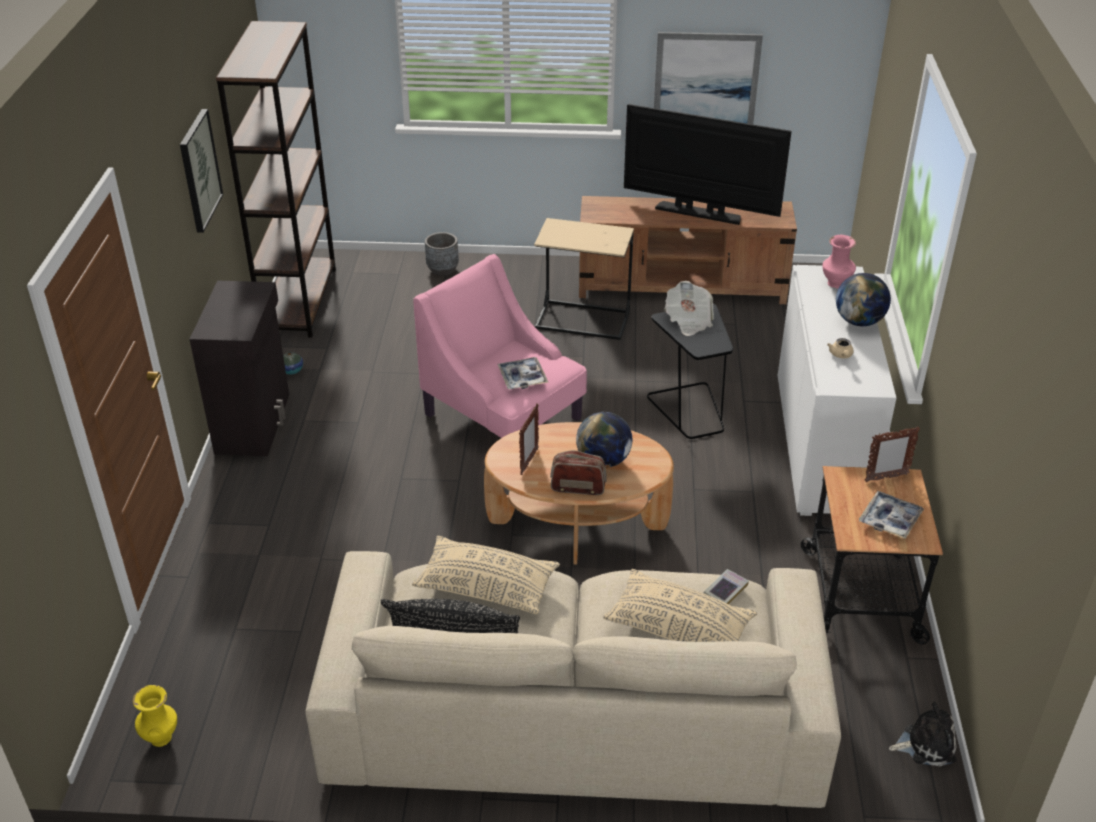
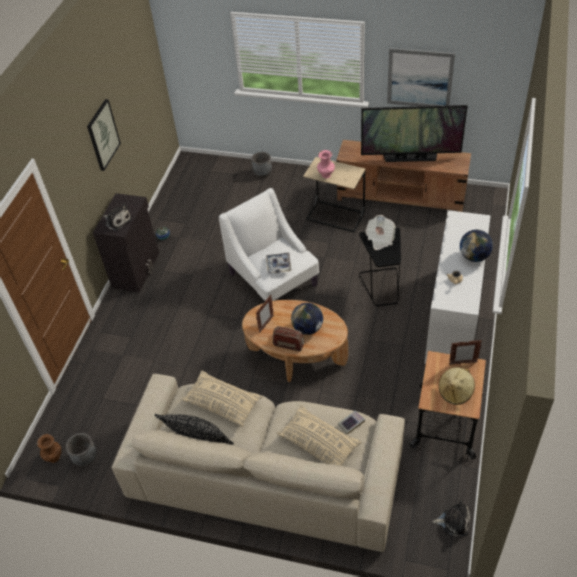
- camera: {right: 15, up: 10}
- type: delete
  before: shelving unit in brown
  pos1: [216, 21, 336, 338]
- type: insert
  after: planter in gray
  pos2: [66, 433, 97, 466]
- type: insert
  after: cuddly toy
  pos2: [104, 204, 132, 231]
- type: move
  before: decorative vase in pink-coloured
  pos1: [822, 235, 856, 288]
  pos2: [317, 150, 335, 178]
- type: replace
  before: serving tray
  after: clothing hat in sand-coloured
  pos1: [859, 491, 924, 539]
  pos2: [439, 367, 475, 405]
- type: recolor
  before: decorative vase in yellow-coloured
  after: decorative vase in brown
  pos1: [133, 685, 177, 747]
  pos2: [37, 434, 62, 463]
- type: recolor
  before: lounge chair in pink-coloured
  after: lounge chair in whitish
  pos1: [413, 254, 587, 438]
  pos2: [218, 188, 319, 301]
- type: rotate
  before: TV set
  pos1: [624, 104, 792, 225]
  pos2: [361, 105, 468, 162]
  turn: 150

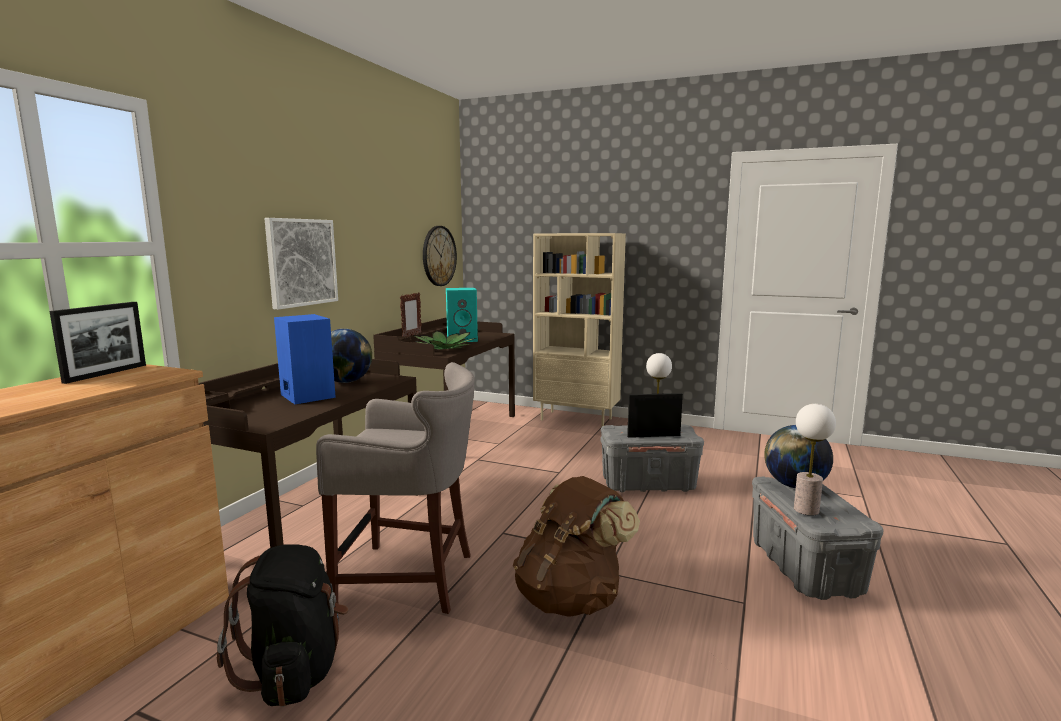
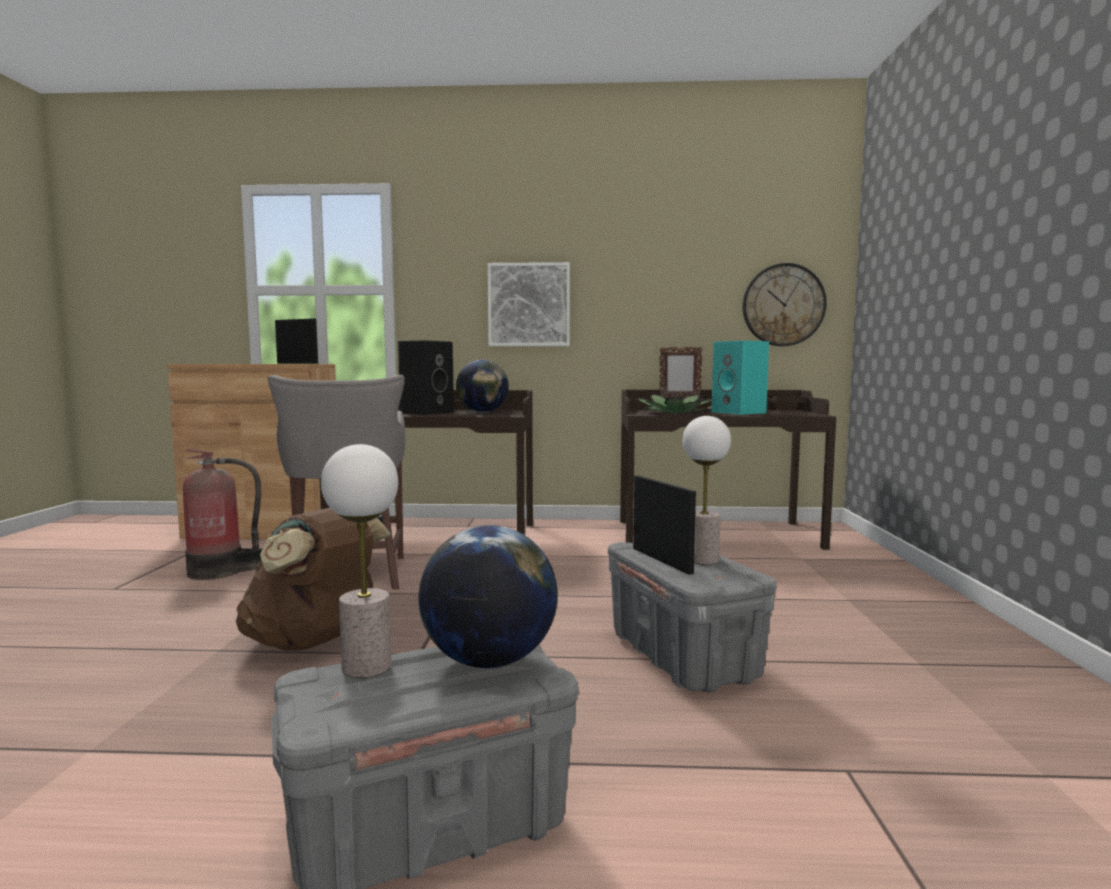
- camera: {right: 70, up: -5}
- type: delete
  before: shelving unit in sand-coloured
  pos1: [533, 233, 626, 428]
- type: replace
  before: backpack in black
  after: extinguisher
  pos1: [217, 544, 349, 707]
  pos2: [183, 449, 262, 580]
- type: recolor
  before: loudspeaker in blue
  after: loudspeaker in black
  pos1: [274, 314, 336, 404]
  pos2: [398, 340, 454, 415]
- type: rotate
  before: picture frame
  pos1: [49, 302, 146, 384]
  pos2: [275, 318, 318, 364]
  turn: -150

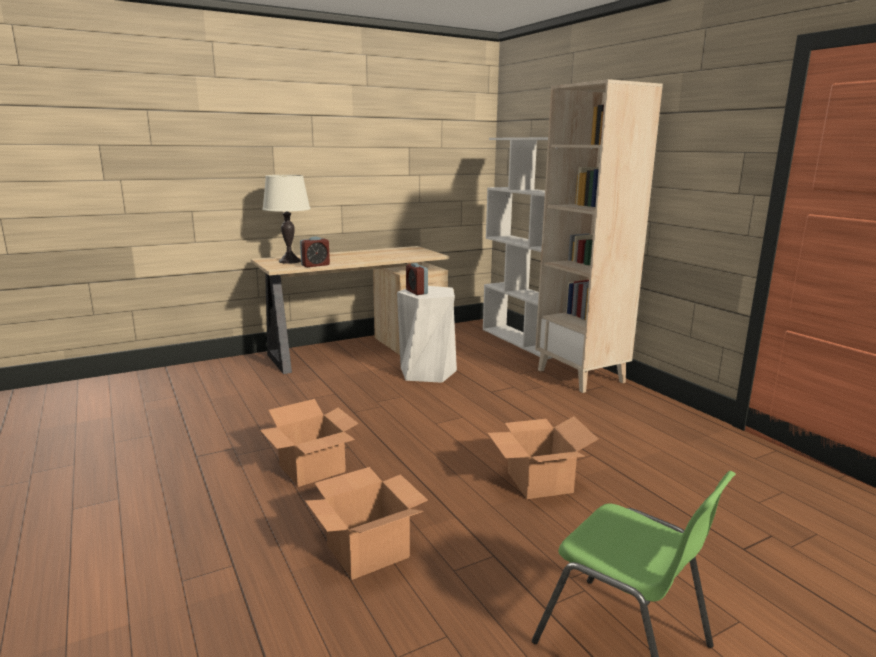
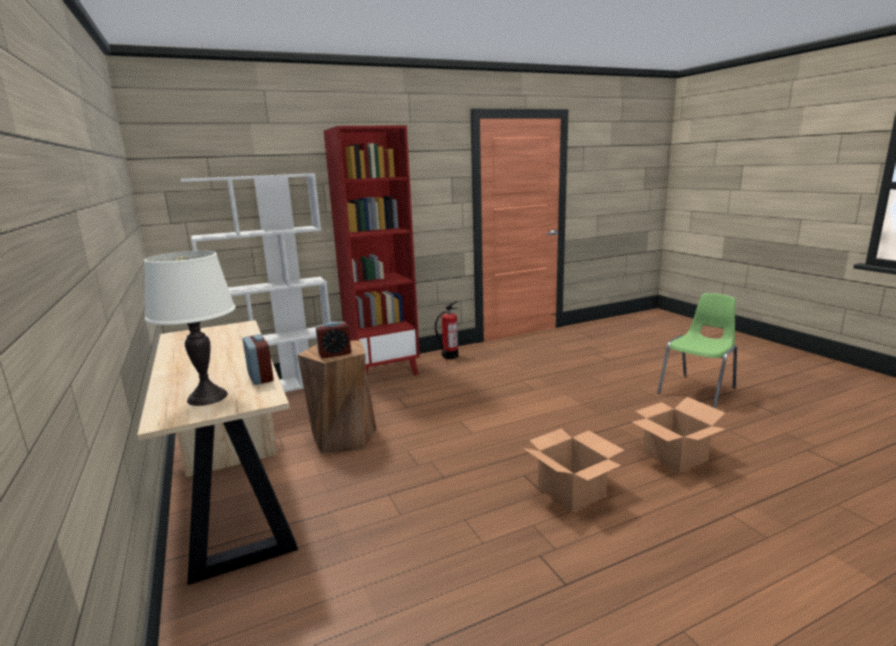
- camera: {right: -85, up: 0}
- type: delete
  before: carton
  pos1: [488, 416, 598, 499]
- type: insert
  after: extinguisher
  pos2: [435, 301, 459, 359]
- type: recolor
  before: sitting stool in whitish
  after: sitting stool in brown
  pos1: [397, 286, 457, 383]
  pos2: [298, 340, 377, 454]
- type: recolor
  before: shelving unit in sand-coloured
  after: shelving unit in red
  pos1: [535, 79, 663, 393]
  pos2: [324, 125, 420, 375]

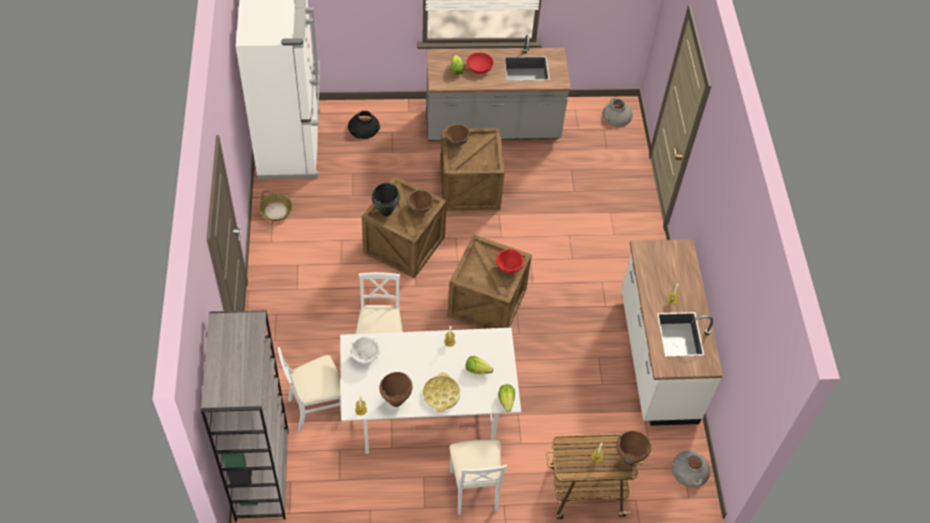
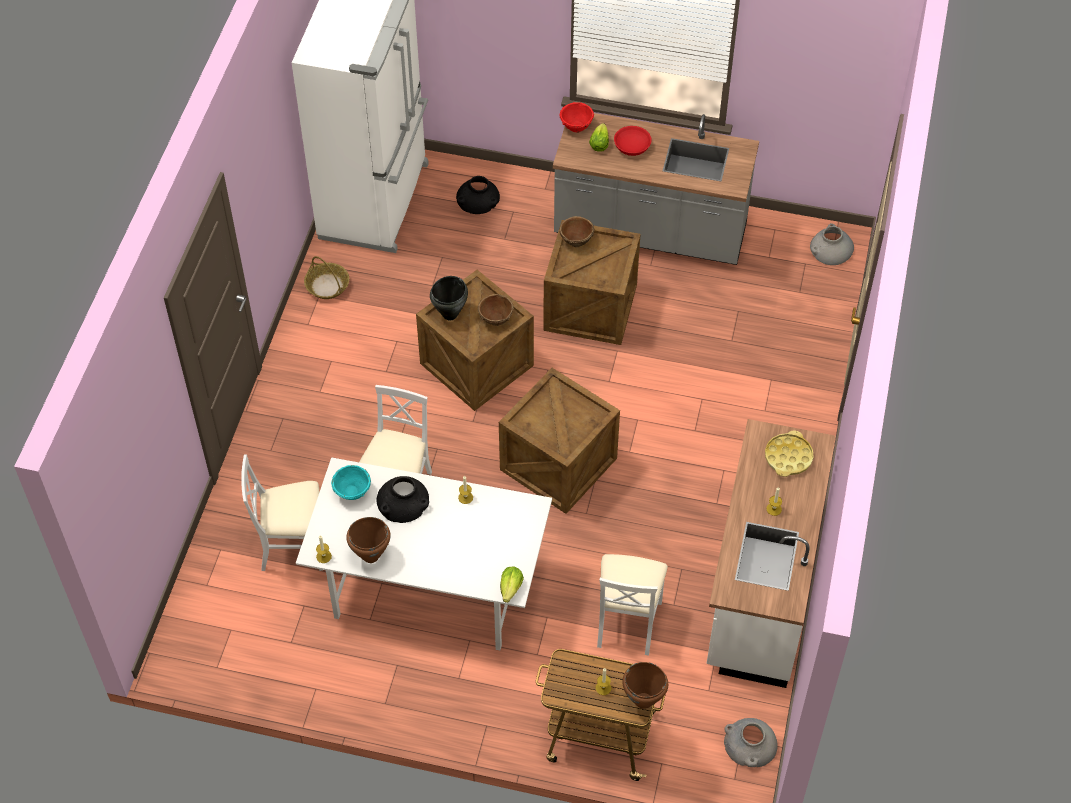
- camera: {right: 20, up: 0}
- type: delete
  before: shelving unit in gray
  pos1: [201, 310, 289, 522]
- type: delete
  before: lettuce head
  pos1: [466, 356, 493, 374]
- type: insert
  after: decorative vase in black
  pos2: [377, 476, 429, 523]
- type: move
  before: serving tray in yellow-coloured
  pos1: [423, 373, 460, 412]
  pos2: [765, 430, 814, 477]
- type: move
  before: plain chair in whitish
  pos1: [449, 440, 507, 515]
  pos2: [597, 554, 668, 656]
- type: move
  before: deep dish in red
  pos1: [496, 249, 524, 273]
  pos2: [560, 102, 594, 133]
- type: recolor
  before: deep dish in whitish
  after: deep dish in blue-green
  pos1: [350, 336, 380, 363]
  pos2: [331, 465, 371, 500]

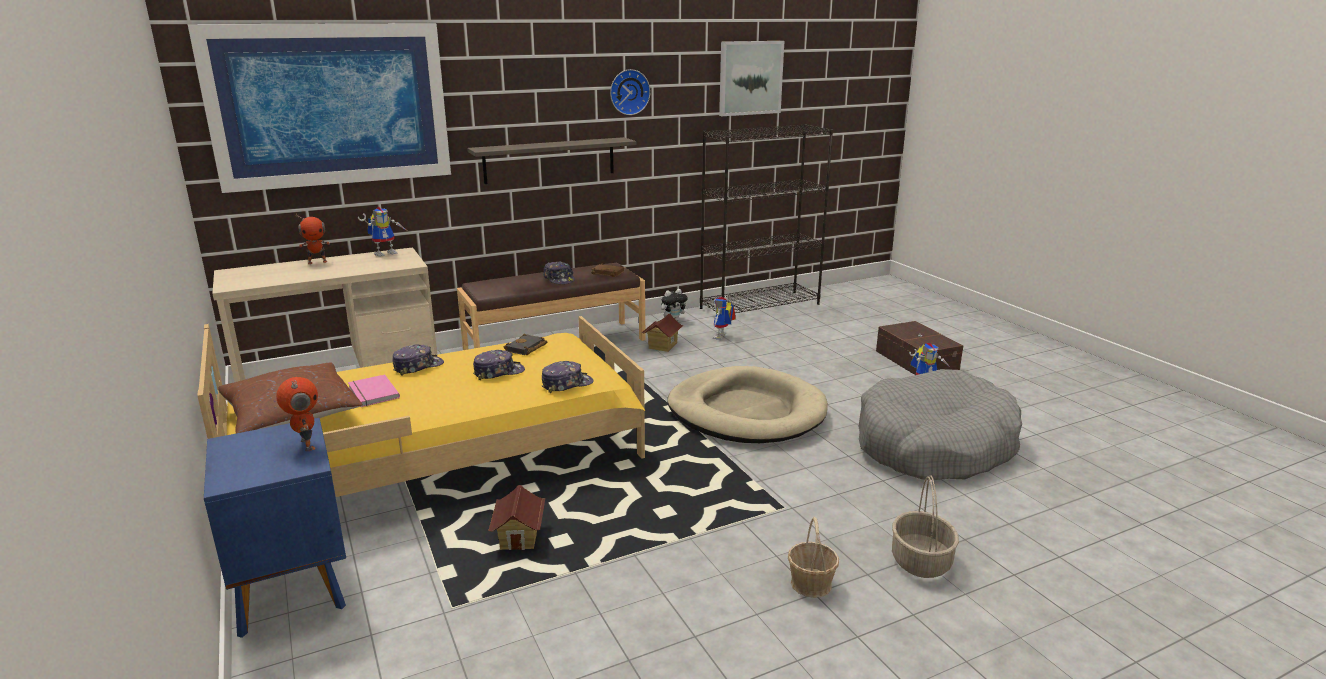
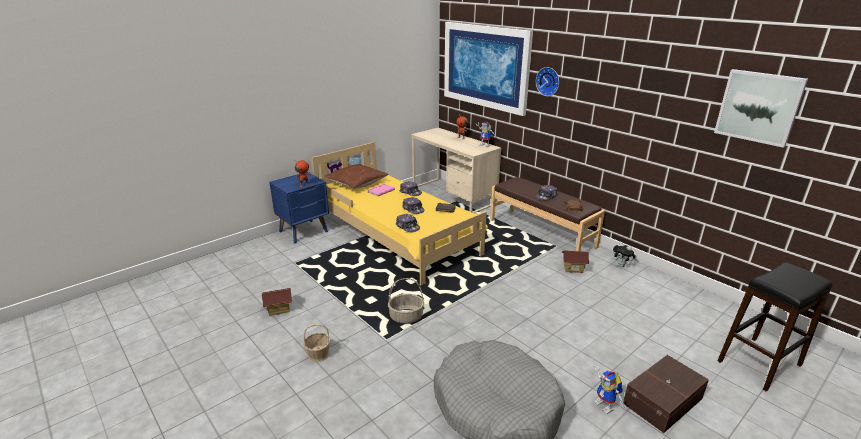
- camera: {right: 75, up: 5}
- type: delete
  before: bracket shelf
  pos1: [467, 137, 636, 184]
- type: delete
  before: dog bed in sand-coloured
  pos1: [667, 366, 828, 443]
- type: delete
  before: shelving unit in black
  pos1: [700, 124, 833, 313]
- type: delete
  before: model robot
  pos1: [713, 296, 736, 340]
- type: insert
  after: sitting stool in black
  pos2: [717, 263, 833, 391]
- type: move
  before: toy house
  pos1: [488, 485, 545, 550]
  pos2: [262, 288, 292, 316]
- type: move
  before: hanging clock
  pos1: [610, 69, 650, 115]
  pos2: [536, 67, 559, 96]
- type: move
  before: household basket
  pos1: [892, 475, 959, 578]
  pos2: [388, 278, 424, 324]

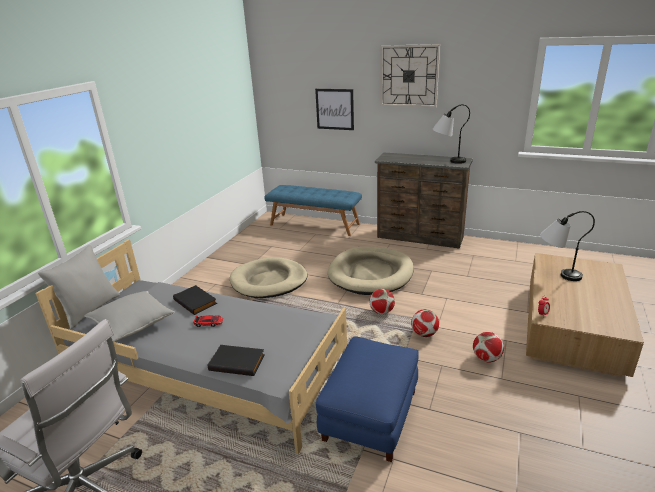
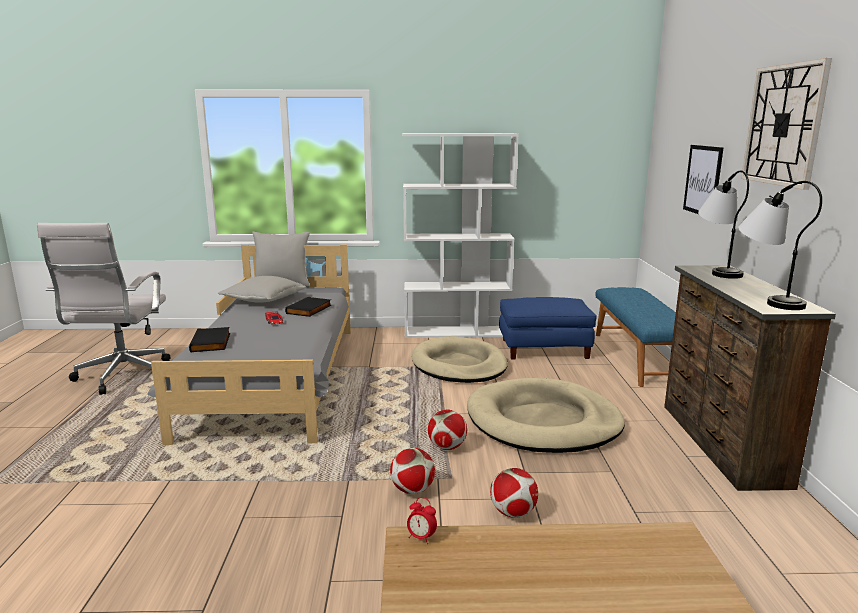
- camera: {right: 65, up: -10}
- type: insert
  after: shelving unit in whitish
  pos2: [402, 133, 519, 338]
- type: move
  before: pouffe in blue
  pos1: [316, 336, 419, 462]
  pos2: [499, 297, 597, 360]
- type: move
  before: football
  pos1: [473, 332, 504, 362]
  pos2: [490, 468, 538, 518]
- type: move
  before: tabletop lamp
  pos1: [540, 211, 595, 281]
  pos2: [698, 170, 749, 279]

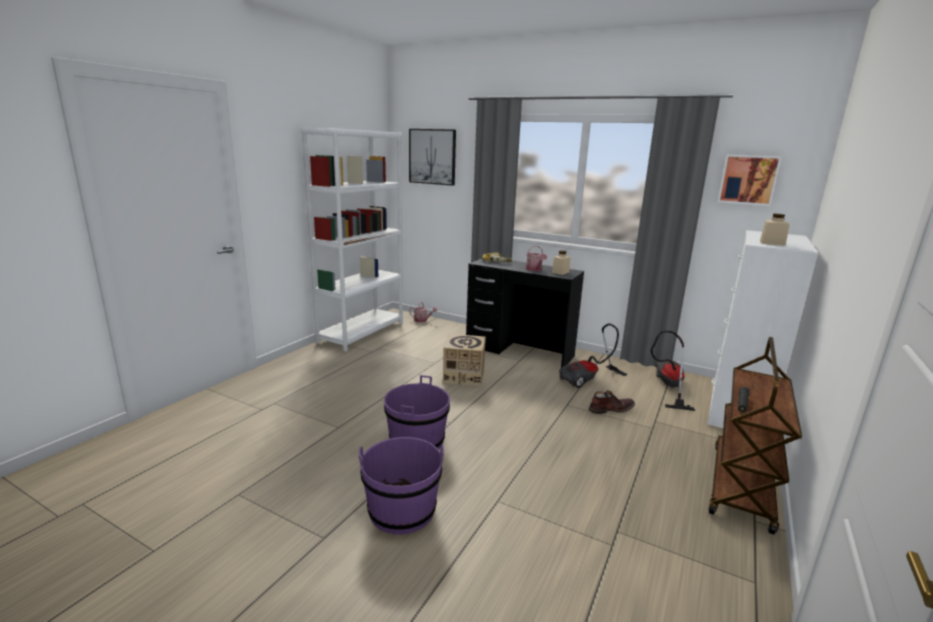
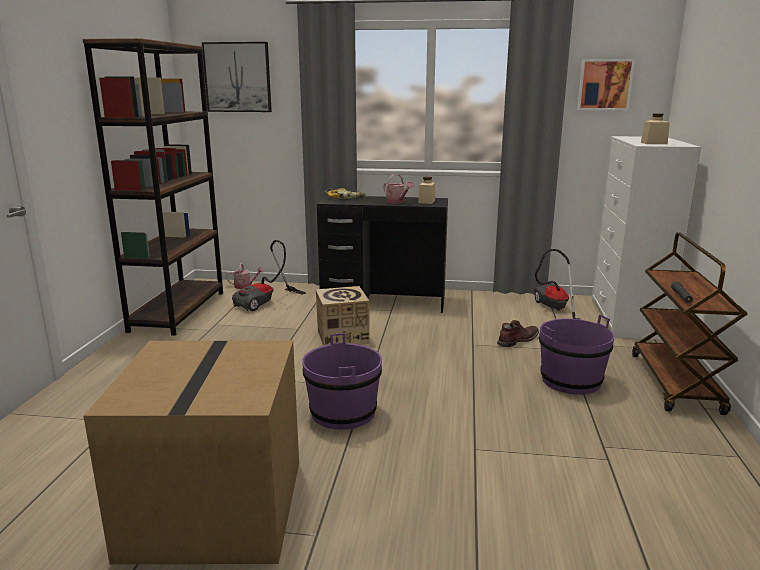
- camera: {right: -20, up: 0}
- type: insert
  after: carton
  pos2: [84, 341, 299, 564]
- type: move
  before: water bucket in purple-coloured
  pos1: [358, 437, 444, 535]
  pos2: [539, 315, 615, 395]
- type: move
  before: vacuum
  pos1: [559, 323, 627, 388]
  pos2: [232, 240, 306, 311]
- type: recolor
  before: shelving unit in whitish
  after: shelving unit in brown
  pos1: [301, 128, 403, 352]
  pos2: [83, 38, 223, 336]

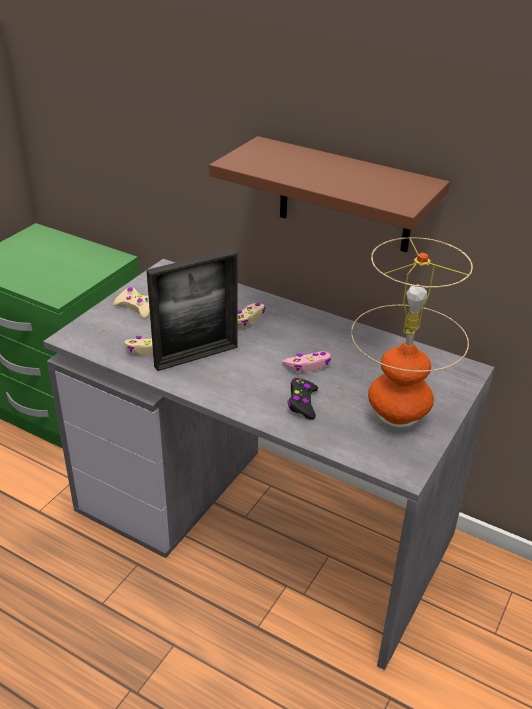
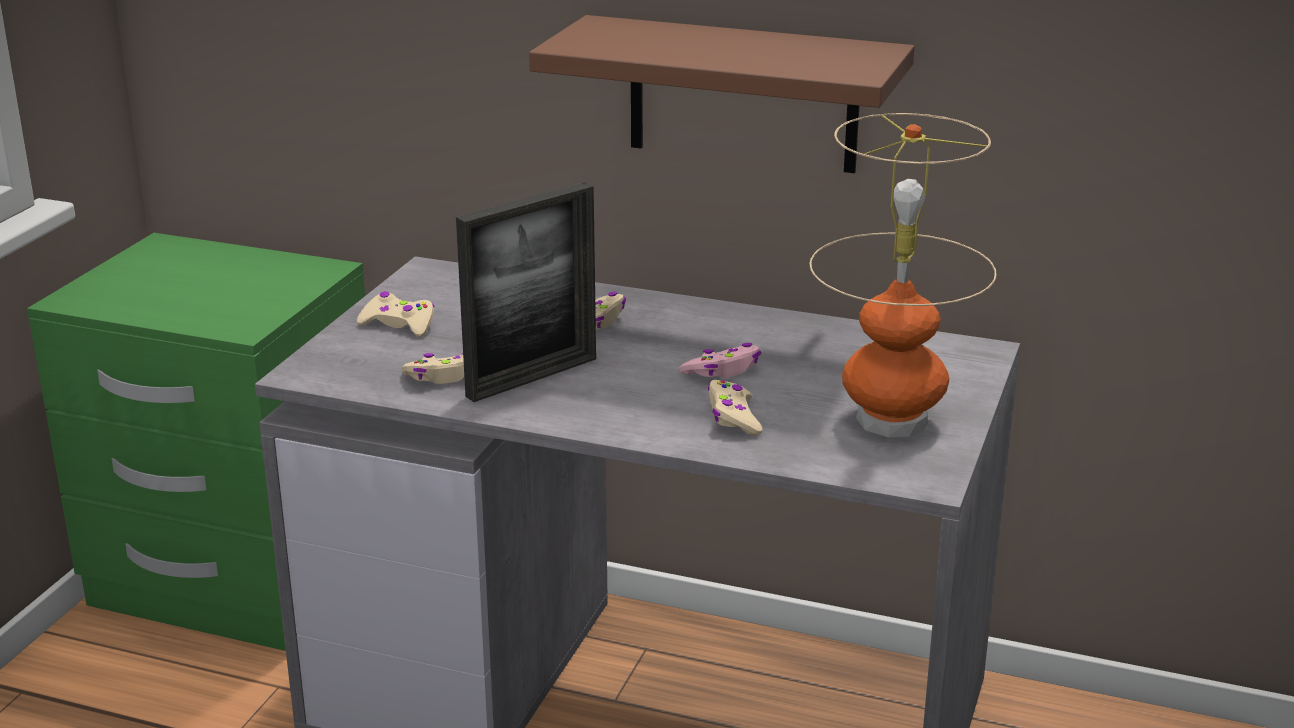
- camera: {right: -10, up: -10}
- type: recolor
  before: joypad in black
  after: joypad in sand-coloured
  pos1: [287, 378, 318, 420]
  pos2: [708, 380, 763, 436]

